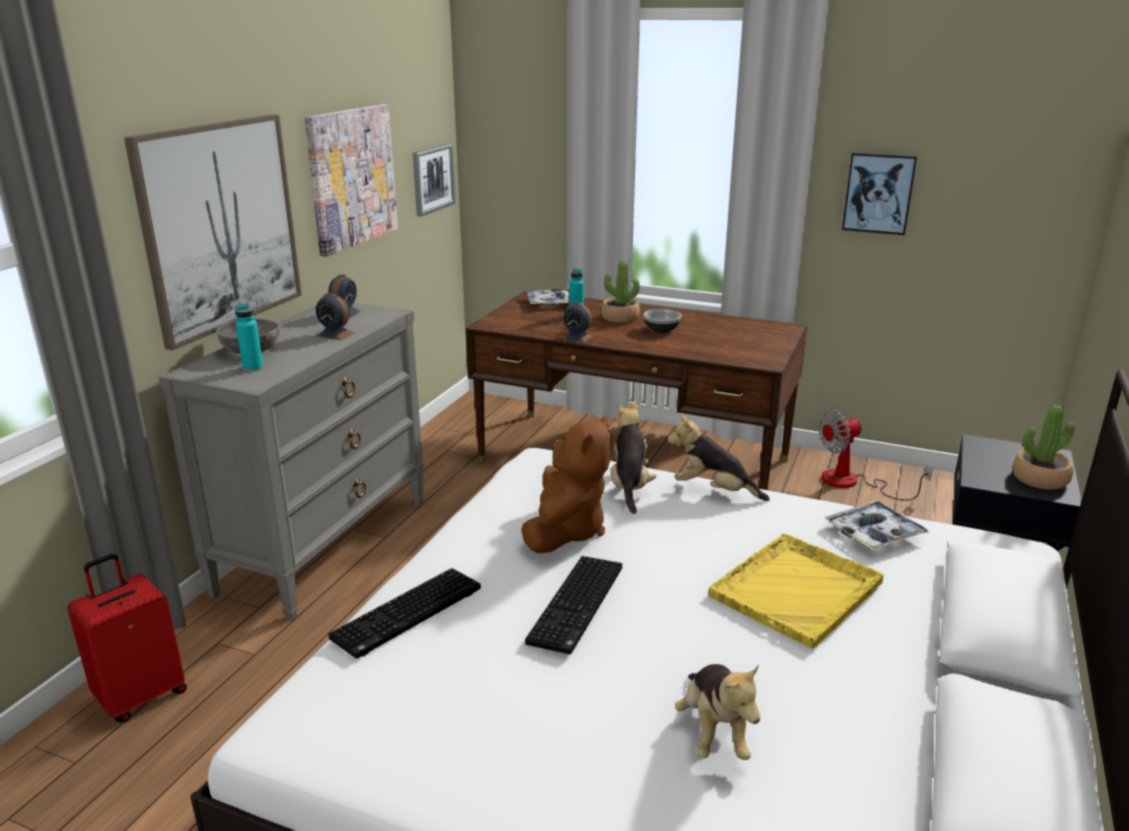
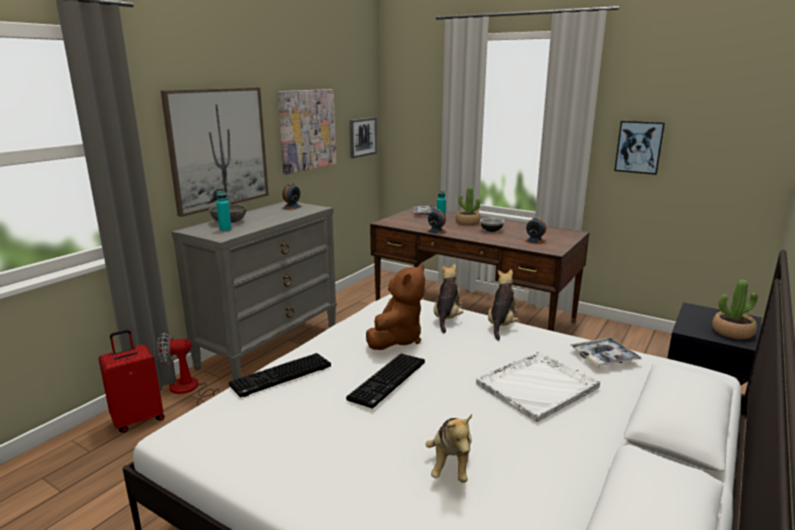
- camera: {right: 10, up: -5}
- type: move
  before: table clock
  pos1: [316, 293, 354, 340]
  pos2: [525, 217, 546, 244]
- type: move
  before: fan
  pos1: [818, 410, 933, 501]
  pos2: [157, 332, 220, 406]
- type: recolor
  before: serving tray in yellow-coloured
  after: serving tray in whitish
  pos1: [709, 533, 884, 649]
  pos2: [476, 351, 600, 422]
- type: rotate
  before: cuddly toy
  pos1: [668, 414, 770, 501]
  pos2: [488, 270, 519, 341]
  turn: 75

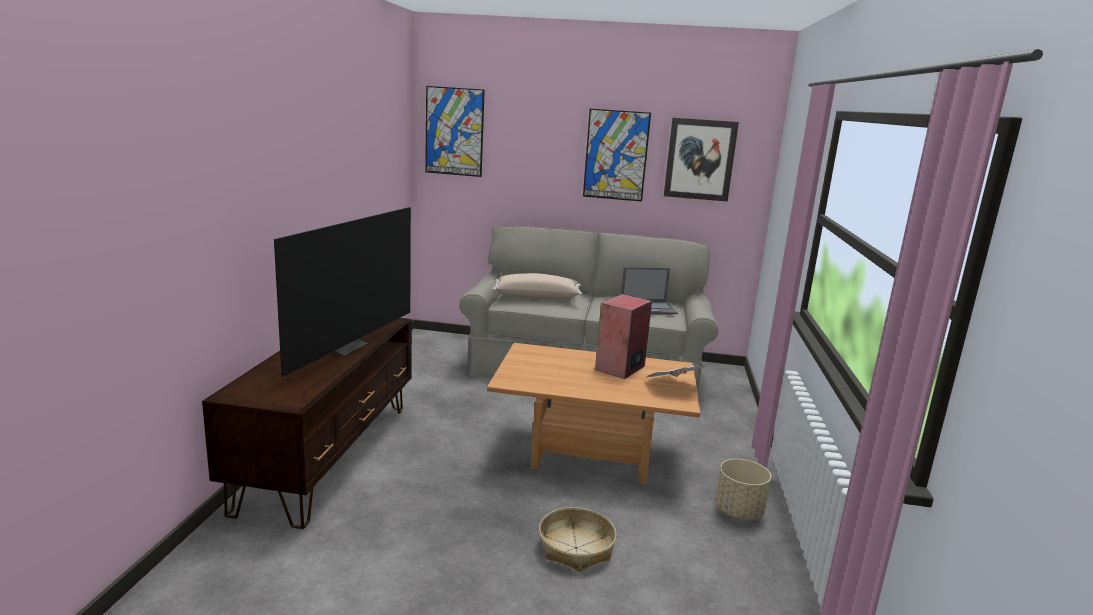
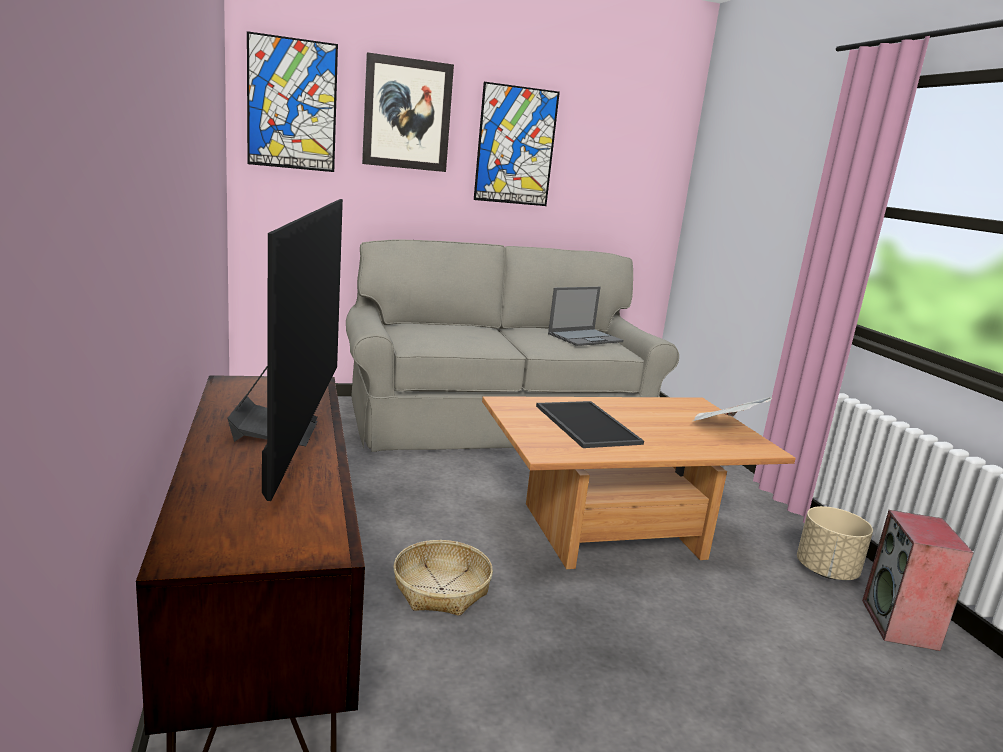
- camera: {right: -25, up: 0}
- type: delete
  before: cushion in sand-coloured
  pos1: [493, 273, 582, 299]
- type: insert
  after: serving tray
  pos2: [536, 401, 644, 448]
- type: move
  before: household basket
  pos1: [539, 507, 617, 572]
  pos2: [393, 540, 493, 616]
- type: move
  before: loudspeaker
  pos1: [595, 294, 652, 379]
  pos2: [862, 510, 973, 651]
- type: move
  before: picture
  pos1: [664, 118, 739, 202]
  pos2: [362, 52, 454, 172]

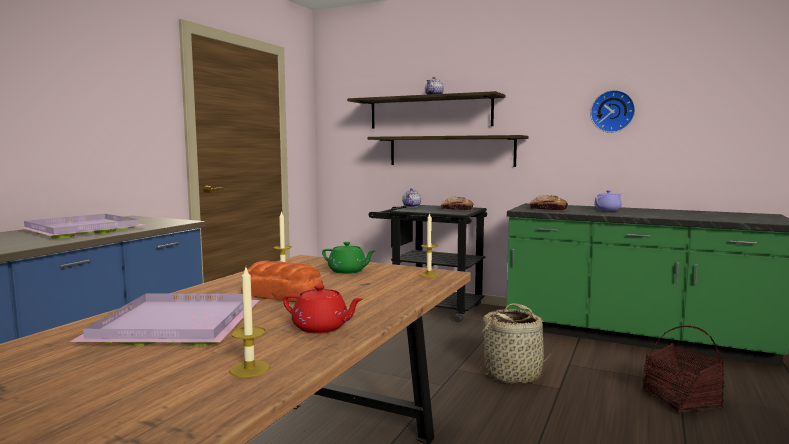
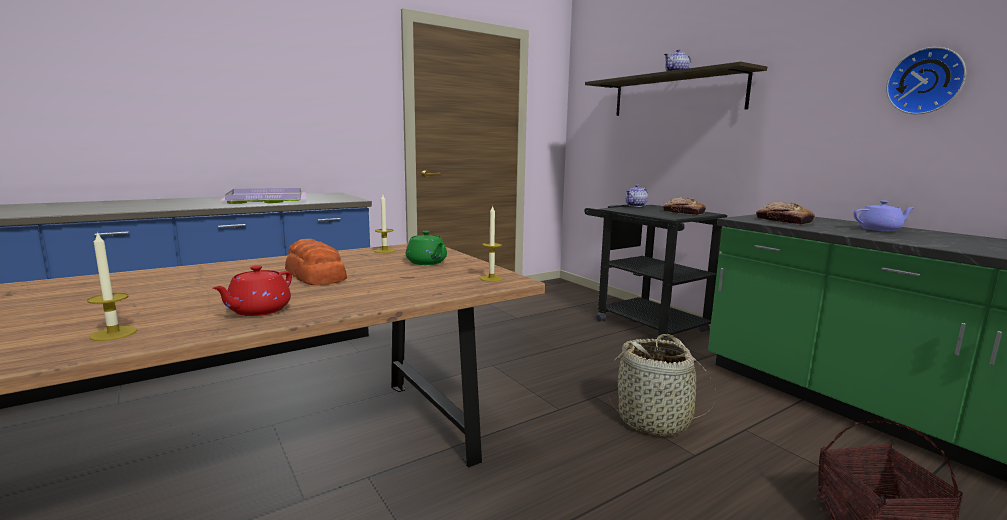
- camera: {right: 30, up: 5}
- type: delete
  before: serving tray in purple-coloured
  pos1: [70, 294, 259, 346]
- type: delete
  before: bracket shelf
  pos1: [368, 135, 529, 167]
- type: rotate
  before: pot for tea in red
  pos1: [283, 285, 363, 334]
  pos2: [213, 265, 292, 316]
  turn: 60

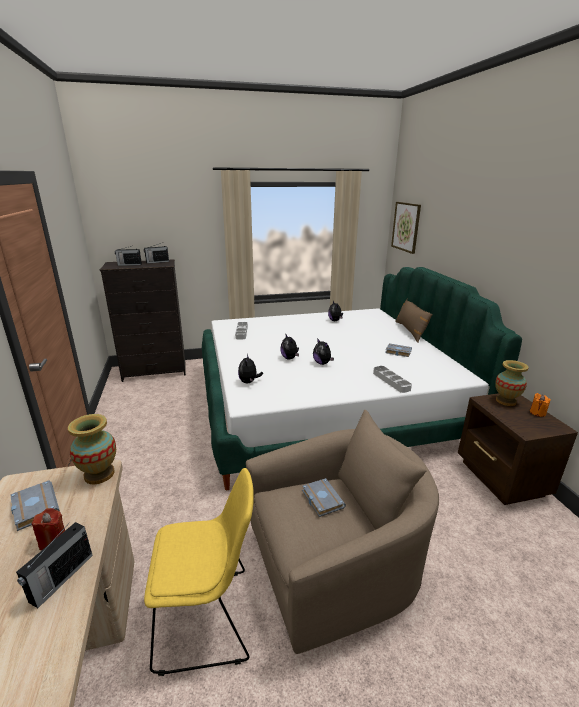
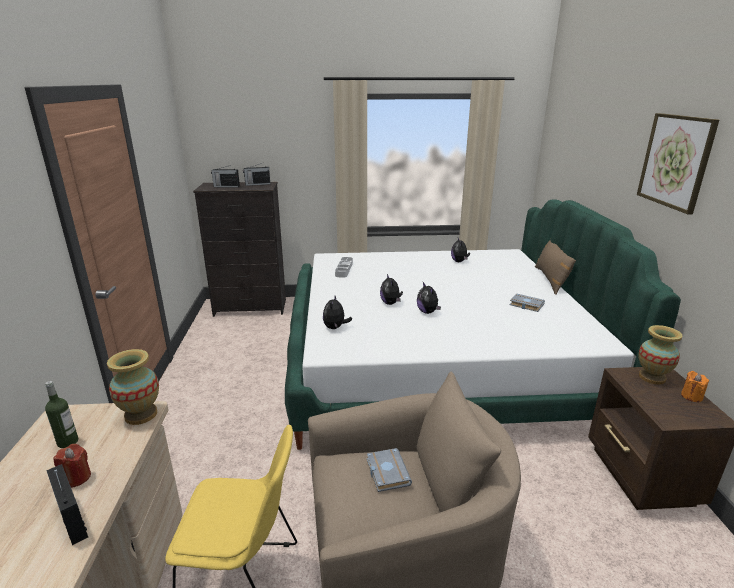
- camera: {right: 10, up: 0}
- type: delete
  before: serving tray in gray
  pos1: [373, 366, 412, 393]
- type: move
  before: picture
  pos1: [391, 202, 421, 254]
  pos2: [637, 113, 719, 214]
- type: replace
  before: book in gray
  after: bottle
  pos1: [10, 480, 60, 531]
  pos2: [45, 381, 78, 448]
- type: rotate
  before: radio receiver
  pos1: [16, 521, 93, 608]
  pos2: [46, 464, 88, 545]
  turn: 105

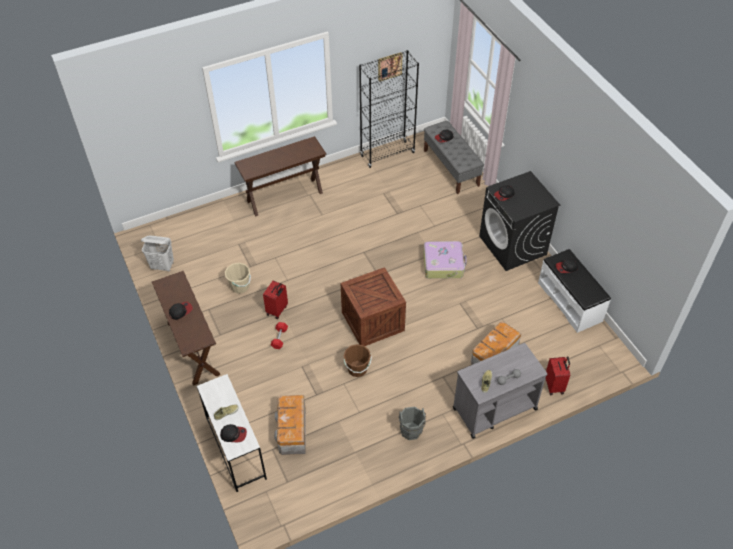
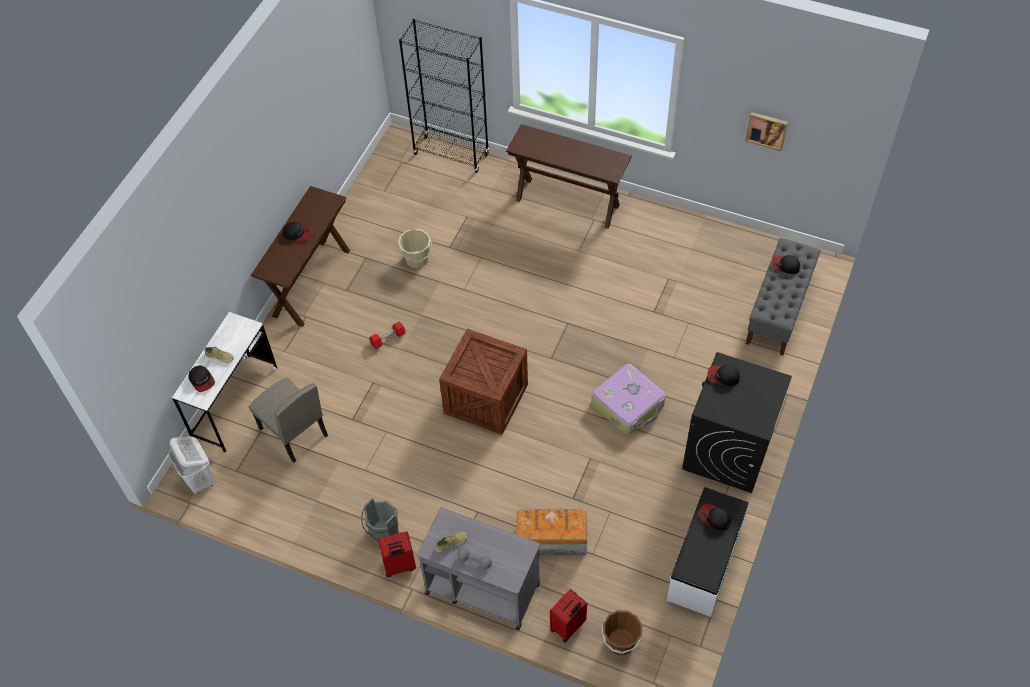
- camera: {right: 50, up: 5}
- type: move
  before: washing basket in whitish
  pos1: [141, 236, 174, 271]
  pos2: [169, 436, 215, 494]
- type: move
  before: suitcase in red
  pos1: [263, 281, 288, 319]
  pos2: [378, 532, 416, 577]
- type: move
  before: water bucket in brown
  pos1: [344, 344, 372, 377]
  pos2: [602, 610, 642, 655]
- type: move
  before: shelving unit in black
  pos1: [359, 50, 419, 168]
  pos2: [399, 19, 489, 173]
- type: replace
  before: storage box
  after: plain chair in sand-coloured
  pos1: [274, 395, 306, 455]
  pos2: [249, 378, 328, 463]

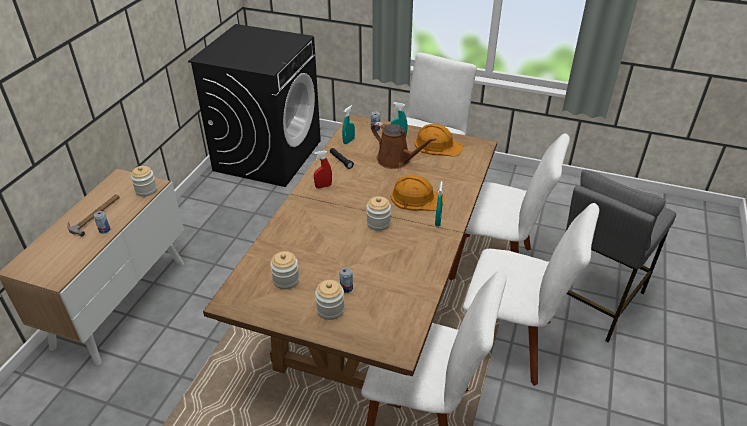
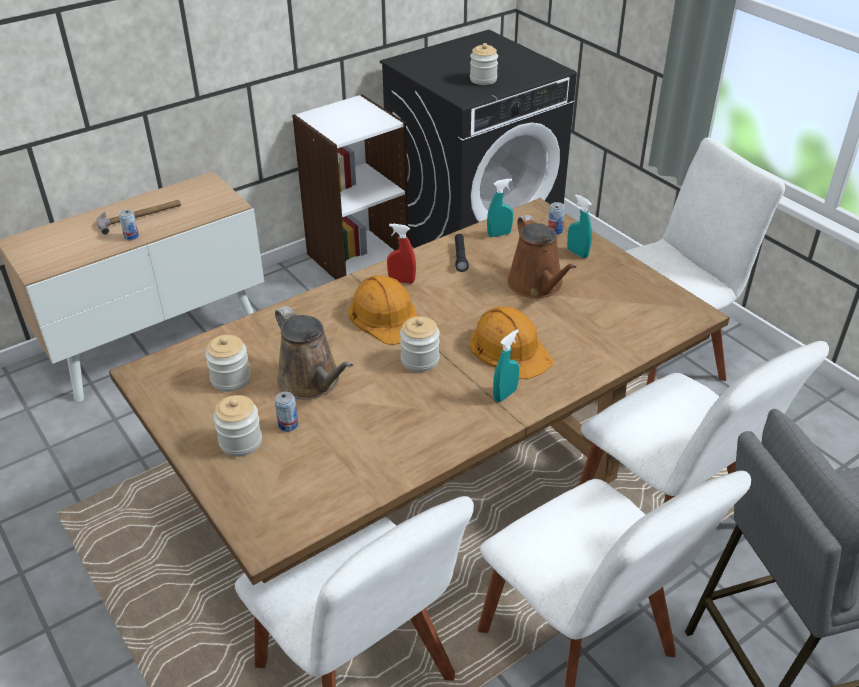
- camera: {right: 35, up: 0}
- type: insert
  after: watering can in brown
  pos2: [275, 306, 353, 400]
- type: insert
  after: shelving unit in whitish
  pos2: [292, 94, 408, 280]
- type: move
  before: storage jar
  pos1: [131, 166, 157, 197]
  pos2: [470, 43, 498, 85]
- type: move
  before: hard hat in orange
  pos1: [414, 124, 463, 157]
  pos2: [349, 275, 418, 345]

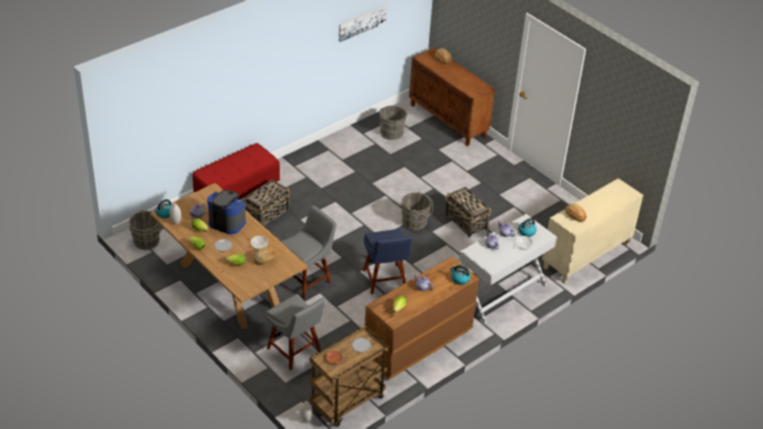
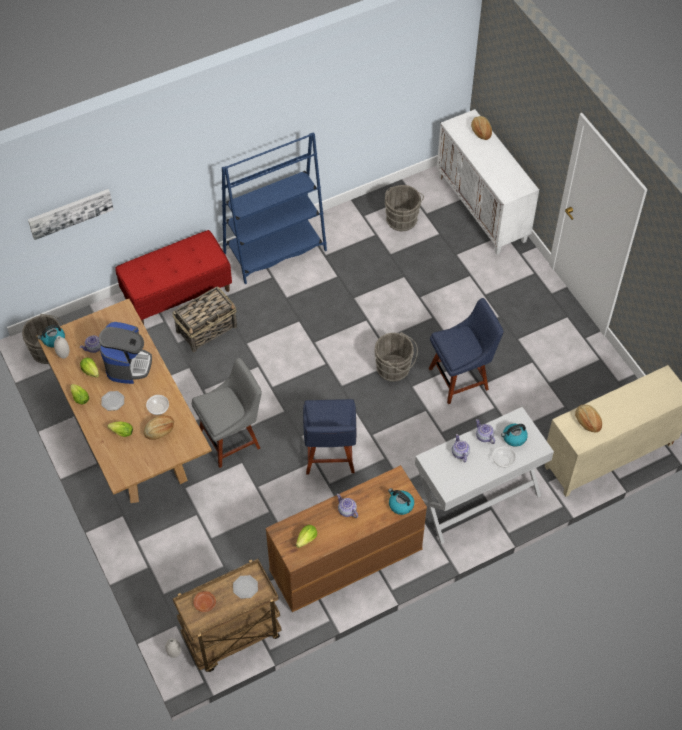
- camera: {right: 15, up: 15}
- type: delete
  before: plain chair in gray
  pos1: [265, 294, 326, 370]
- type: insert
  after: shelving unit in blue
  pos2: [222, 132, 327, 284]
- type: move
  before: picture
  pos1: [339, 5, 387, 42]
  pos2: [28, 189, 114, 240]
- type: replace
  before: household basket
  after: plain chair in blue
  pos1: [445, 187, 491, 238]
  pos2: [429, 298, 504, 404]
- type: recolor
  before: cabinet in brown
  after: cabinet in whitish
  pos1: [409, 48, 495, 146]
  pos2: [437, 109, 539, 254]
- type: rotate
  before: coffee maker
  pos1: [207, 190, 246, 234]
  pos2: [99, 322, 152, 384]
  turn: 60

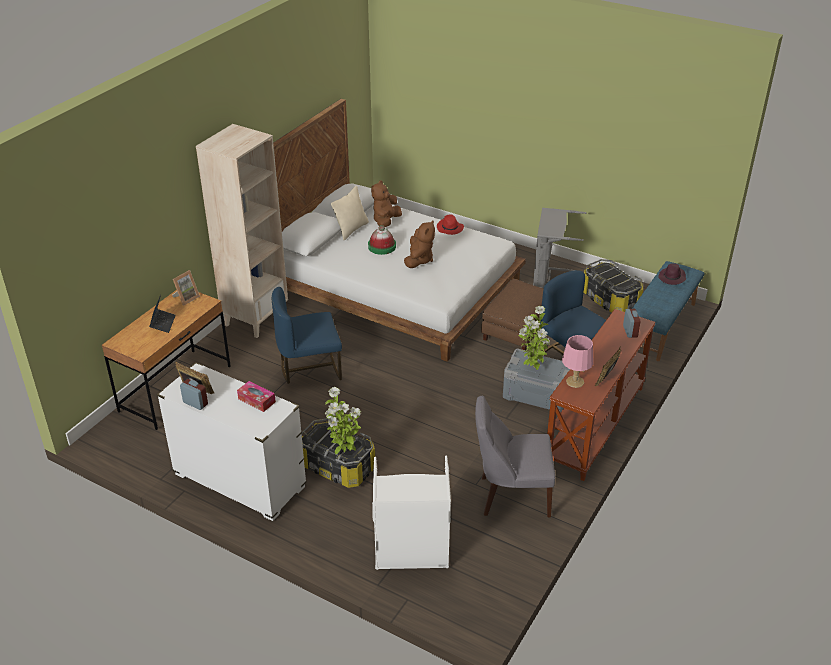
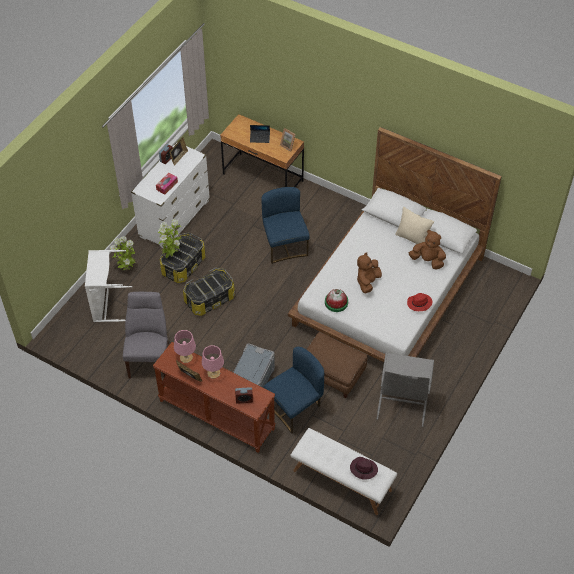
- camera: {right: 90, up: 15}
- type: delete
  before: shelving unit in sand-coloured
  pos1: [196, 124, 288, 338]
- type: insert
  after: tabletop lamp in pink-coloured
  pos2: [202, 345, 224, 378]
- type: move
  before: clothing hat
  pos1: [368, 225, 396, 255]
  pos2: [325, 289, 348, 312]
- type: move
  before: houseplant
  pos1: [518, 306, 550, 370]
  pos2: [110, 236, 136, 270]
- type: move
  before: storage box
  pos1: [584, 259, 643, 313]
  pos2: [183, 268, 235, 316]
- type: recolor
  before: long seat in blue
  after: long seat in whitish
  pos1: [632, 261, 704, 361]
  pos2: [291, 428, 397, 515]
- type: rotate
  before: cuddly toy in brown
  pos1: [404, 220, 435, 268]
  pos2: [357, 252, 382, 293]
  turn: 105

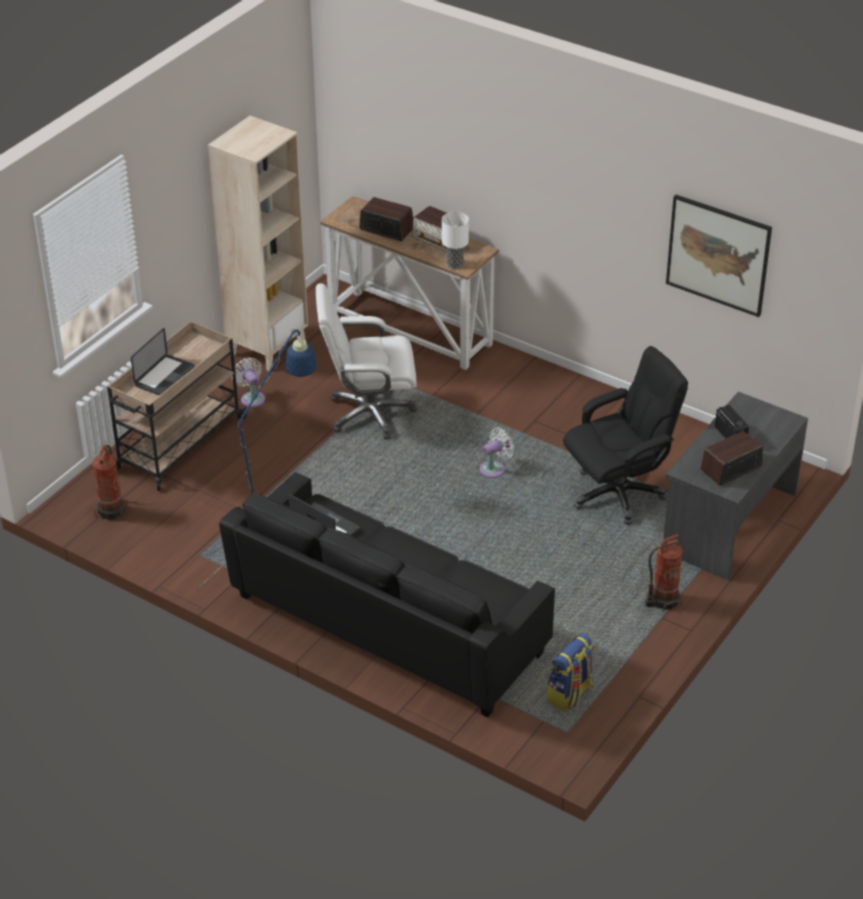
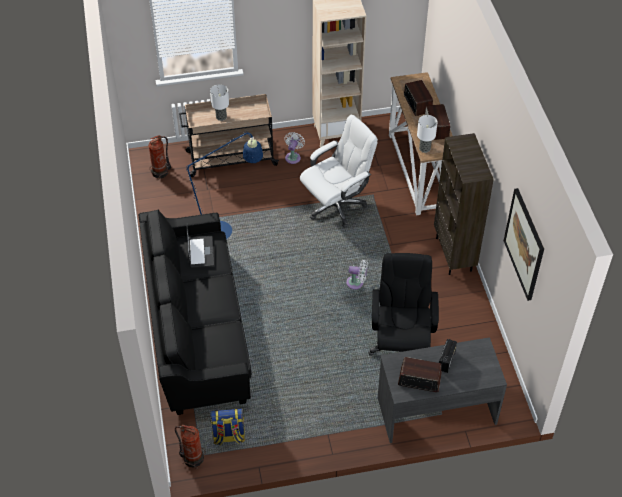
- camera: {right: 45, up: 10}
- type: insert
  after: shelving unit in brown
  pos2: [434, 133, 494, 275]
- type: move
  before: extinguisher
  pos1: [645, 534, 683, 611]
  pos2: [175, 425, 206, 469]
- type: replace
  before: laptop
  after: tabletop lamp
  pos1: [131, 328, 195, 395]
  pos2: [210, 84, 229, 121]
- type: rotate
  before: desk chair in whitish
  pos1: [316, 283, 417, 440]
  pos2: [300, 114, 378, 228]
  turn: 105
- type: rotate
  before: desk chair in black
  pos1: [563, 346, 688, 525]
  pos2: [368, 253, 439, 356]
  turn: -105

